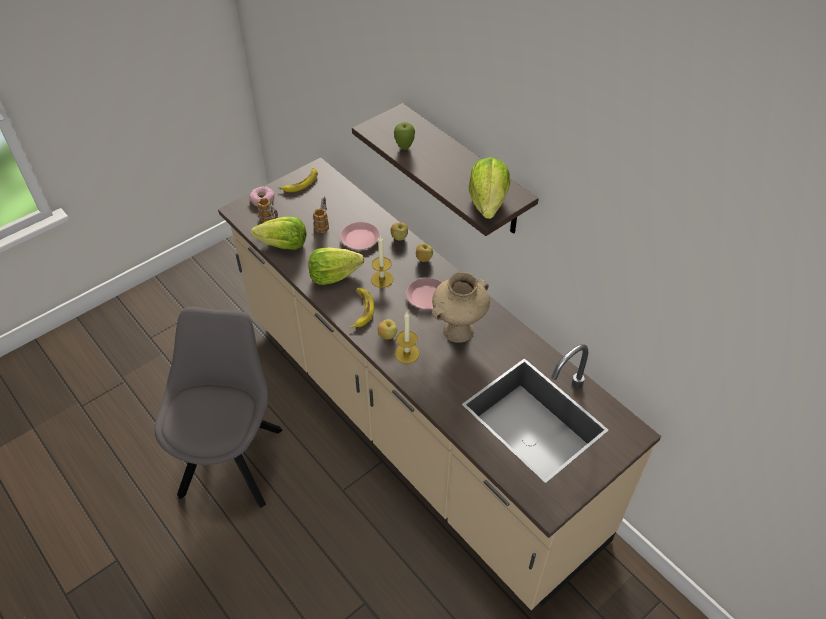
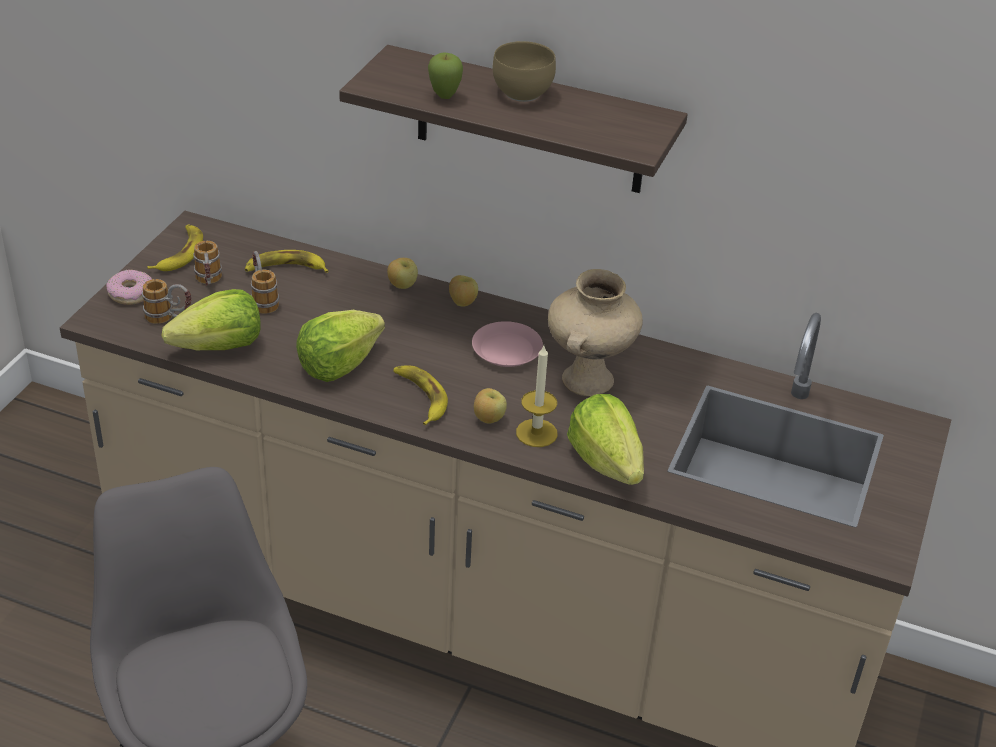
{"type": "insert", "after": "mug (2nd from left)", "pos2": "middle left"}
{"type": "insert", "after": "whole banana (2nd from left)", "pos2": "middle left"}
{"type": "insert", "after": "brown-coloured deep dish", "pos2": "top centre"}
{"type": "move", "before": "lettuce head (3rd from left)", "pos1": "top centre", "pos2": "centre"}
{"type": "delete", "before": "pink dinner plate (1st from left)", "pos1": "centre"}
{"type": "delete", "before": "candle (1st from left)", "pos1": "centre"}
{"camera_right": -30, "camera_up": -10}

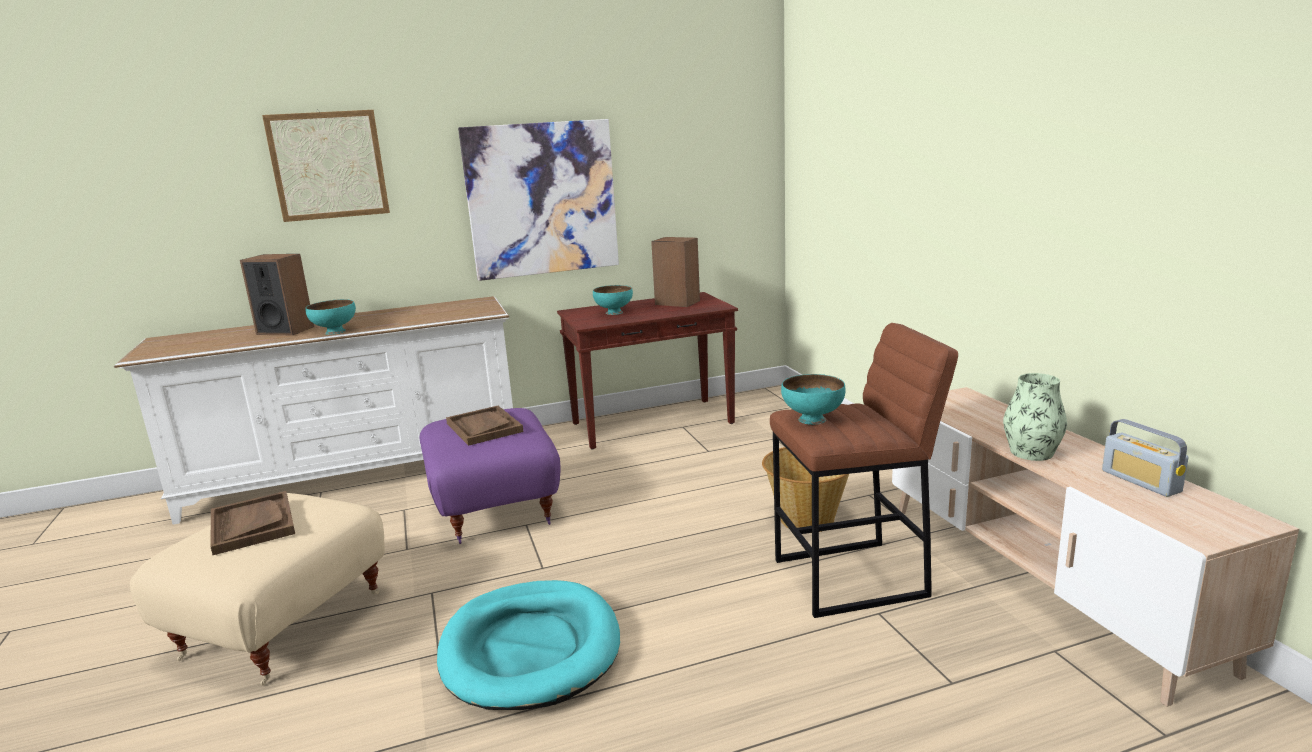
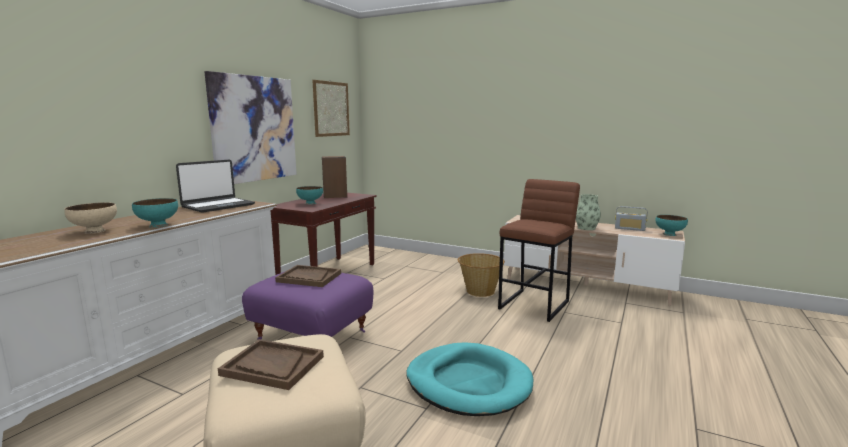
{"type": "replace", "before": "loudspeaker (1st from left)", "after": "beige-coloured deep dish", "pos1": "middle left", "pos2": "middle left"}
{"type": "insert", "after": "portable computer", "pos2": "middle left"}
{"type": "move", "before": "wall picture (1st from left in the first image)", "after": "wall picture (2nd from left)", "pos1": "top left", "pos2": "top centre"}
{"type": "move", "before": "blue-green deep dish (3rd from left)", "pos1": "centre", "pos2": "middle right"}
{"camera_right": -45, "camera_up": -5}

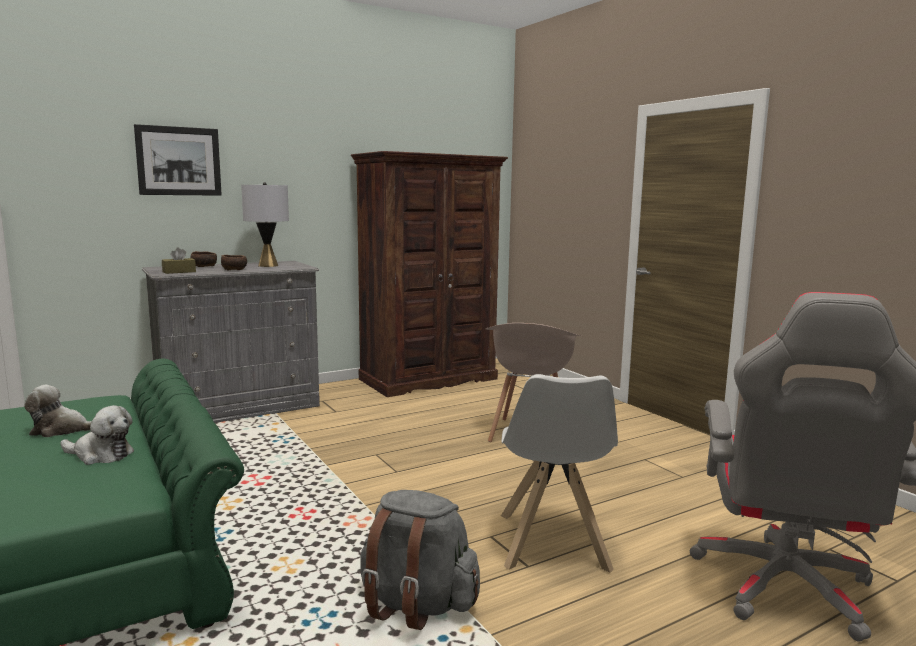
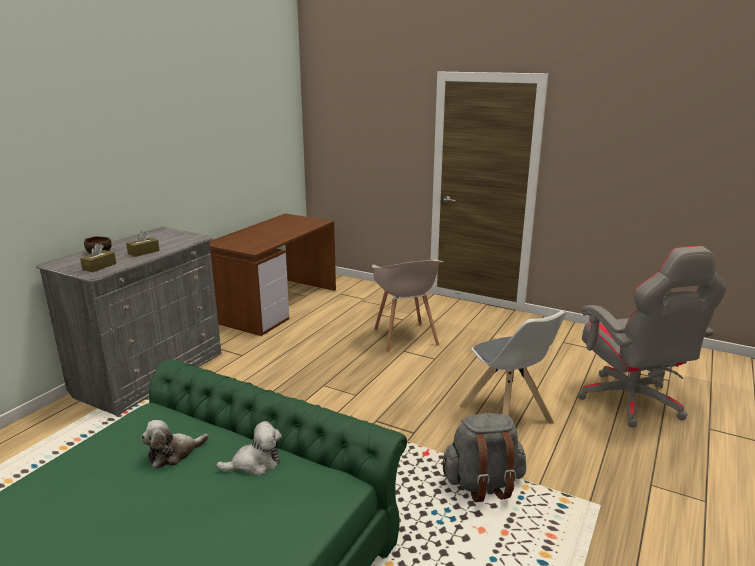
{"type": "replace", "before": "brown-coloured deep dish (2nd from left)", "after": "brown-coloured tissue box (2nd from left)", "pos1": "middle left", "pos2": "middle left"}
{"type": "replace", "before": "brown-coloured wardrobe", "after": "brown-coloured desk", "pos1": "centre", "pos2": "centre"}
{"type": "delete", "before": "wall picture", "pos1": "top left"}
{"type": "delete", "before": "gray table lamp", "pos1": "middle left"}
{"camera_right": -30, "camera_up": 10}

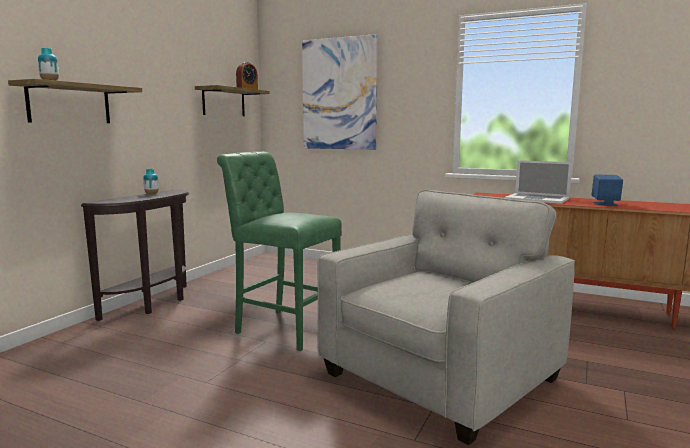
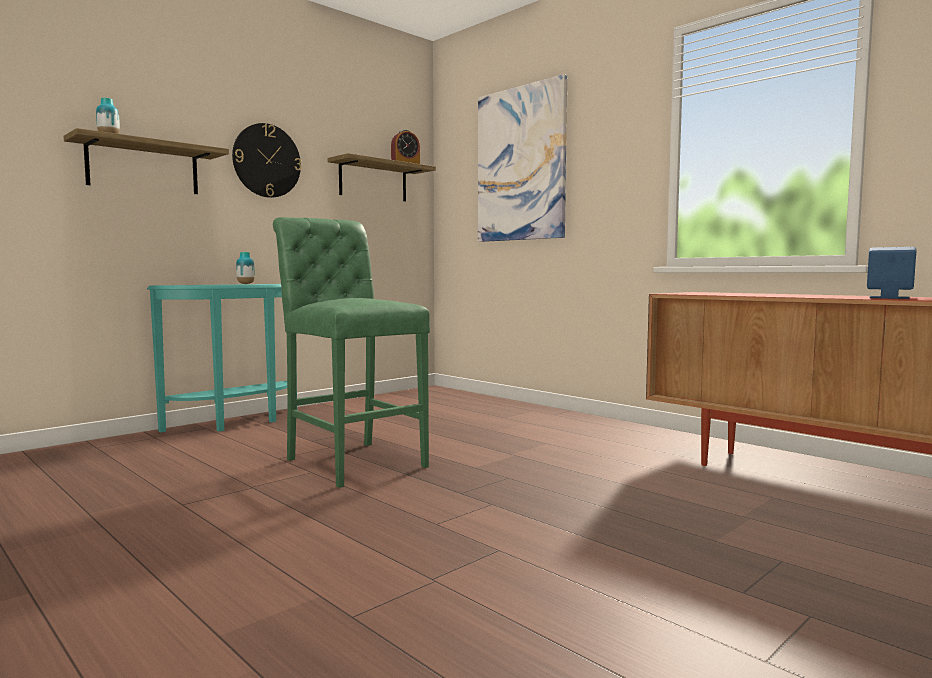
{"type": "recolor", "before": "brown-coloured hall table", "after": "blue-green hall table", "pos1": "middle left", "pos2": "middle left"}
{"type": "insert", "after": "hanging clock", "pos2": "top left"}
{"type": "delete", "before": "gray armchair", "pos1": "bottom centre"}
{"type": "delete", "before": "portable computer", "pos1": "middle right"}
{"camera_right": 20, "camera_up": -5}

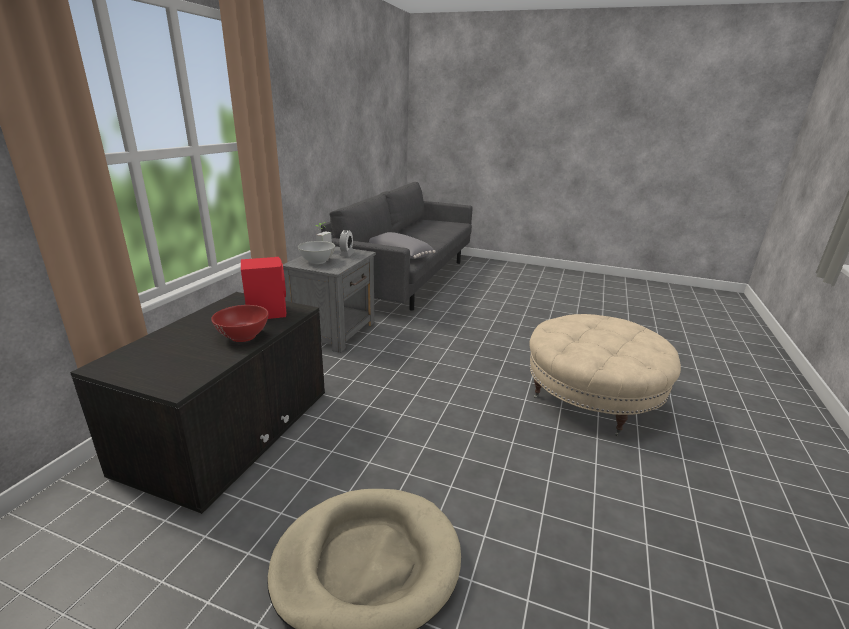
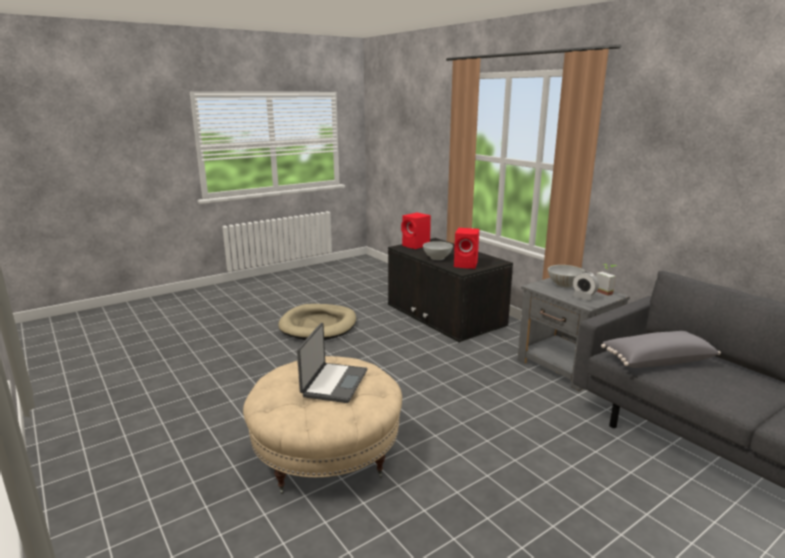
{"type": "insert", "after": "portable computer", "pos2": "centre"}
{"type": "insert", "after": "red loudspeaker (1st from left)", "pos2": "centre"}
{"type": "recolor", "before": "red deep dish", "after": "white deep dish (1st from left)", "pos1": "middle left", "pos2": "centre"}
{"camera_right": 125, "camera_up": -5}

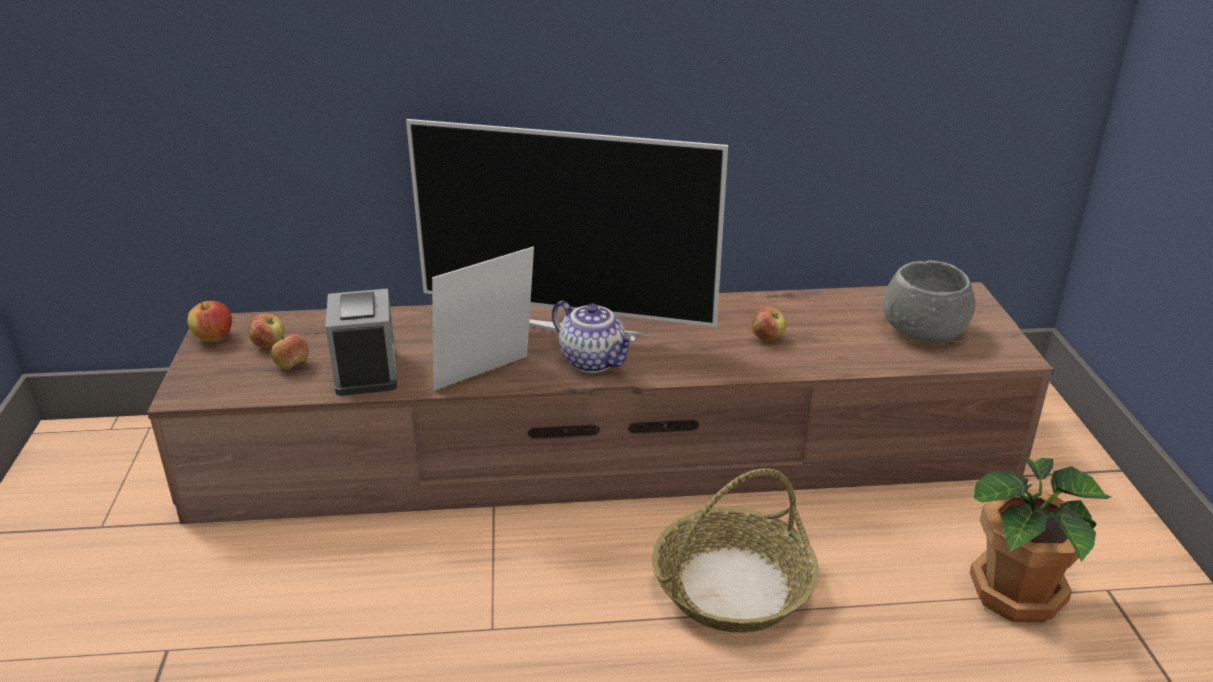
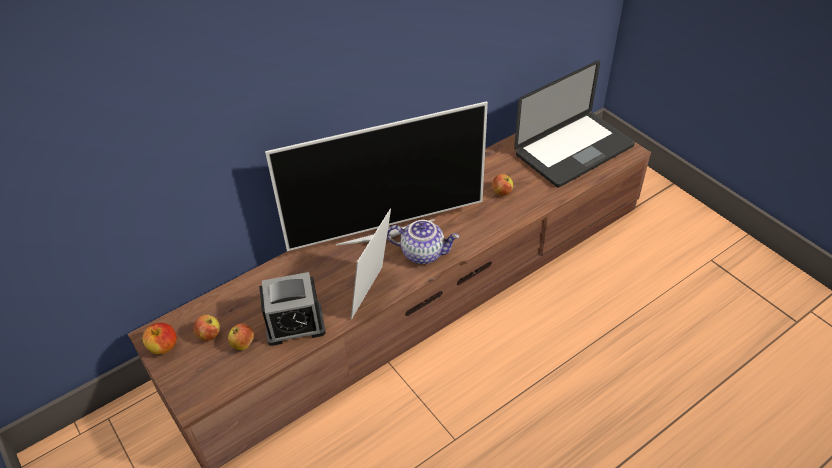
{"type": "rotate", "before": "alarm clock", "pos1": "middle left", "pos2": "centre", "turn": 120}
{"type": "replace", "before": "gray deep dish", "after": "portable computer", "pos1": "middle right", "pos2": "top right"}
{"type": "delete", "before": "storage basket", "pos1": "bottom centre"}
{"type": "delete", "before": "houseplant", "pos1": "bottom right"}
{"camera_right": -30, "camera_up": 15}

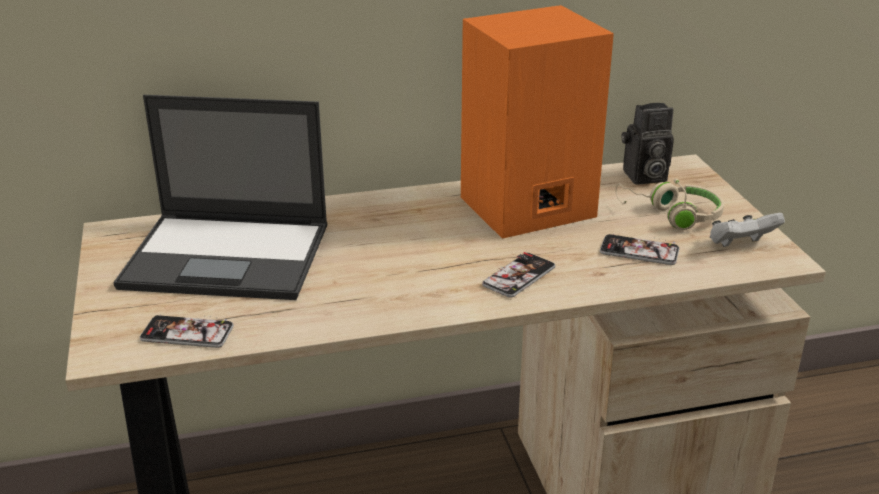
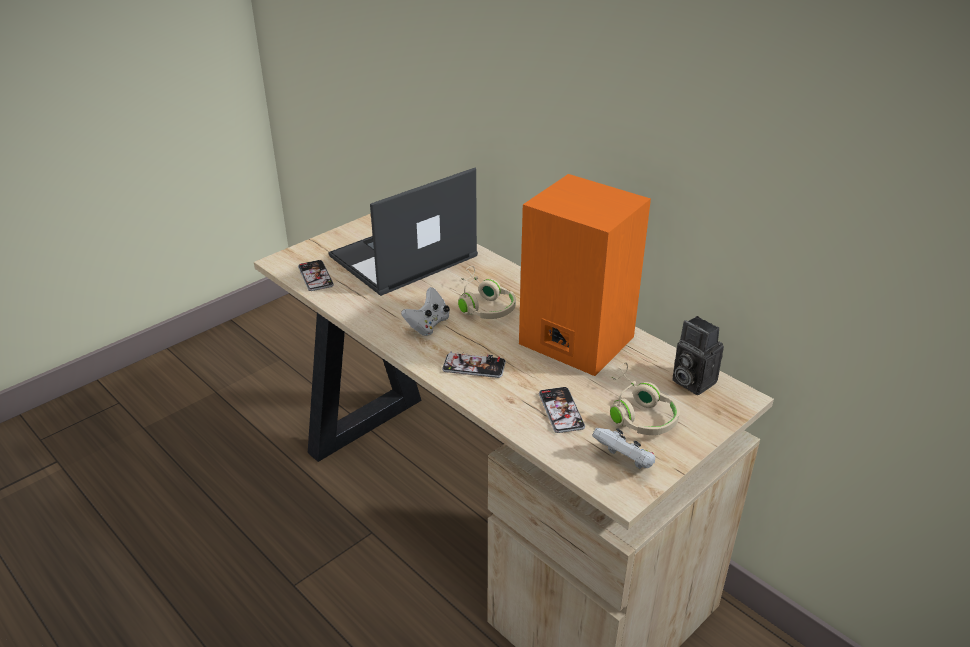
{"type": "rotate", "before": "portable computer", "pos1": "middle left", "pos2": "centre", "turn": 75}
{"type": "insert", "after": "white joypad (1st from left)", "pos2": "centre"}
{"type": "insert", "after": "beige-coloured headset (1st from left)", "pos2": "centre"}
{"camera_right": 60, "camera_up": 5}

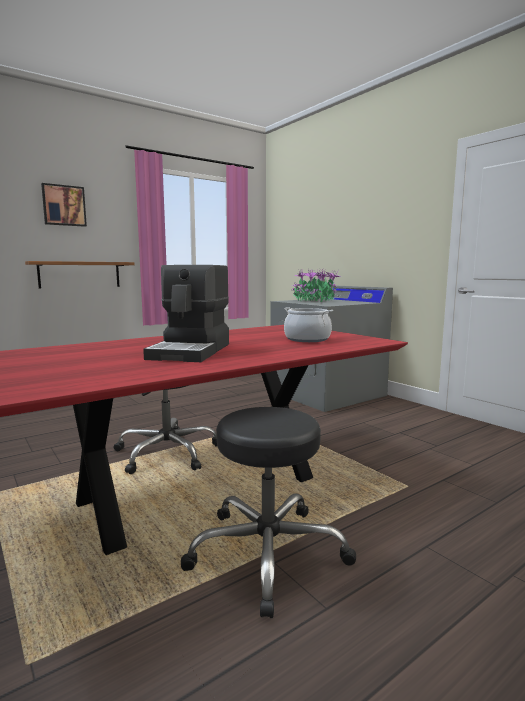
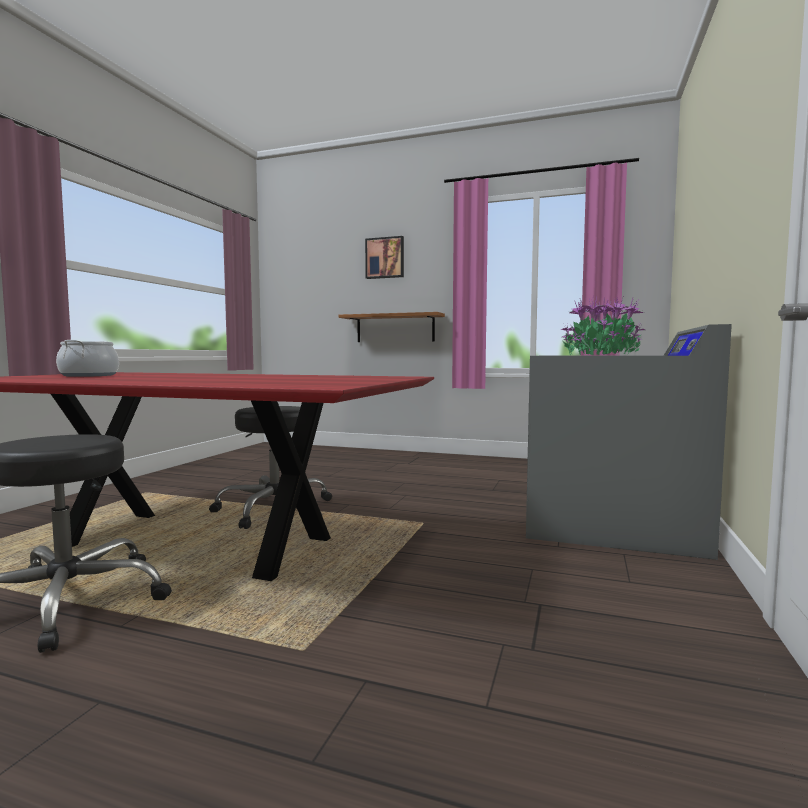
{"type": "move", "before": "stockpot", "pos1": "centre", "pos2": "middle left"}
{"type": "delete", "before": "coffee brewer", "pos1": "centre"}
{"camera_right": 55, "camera_up": -5}

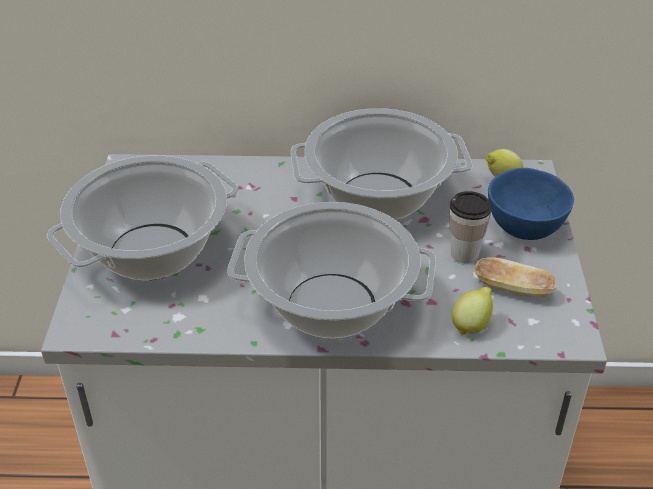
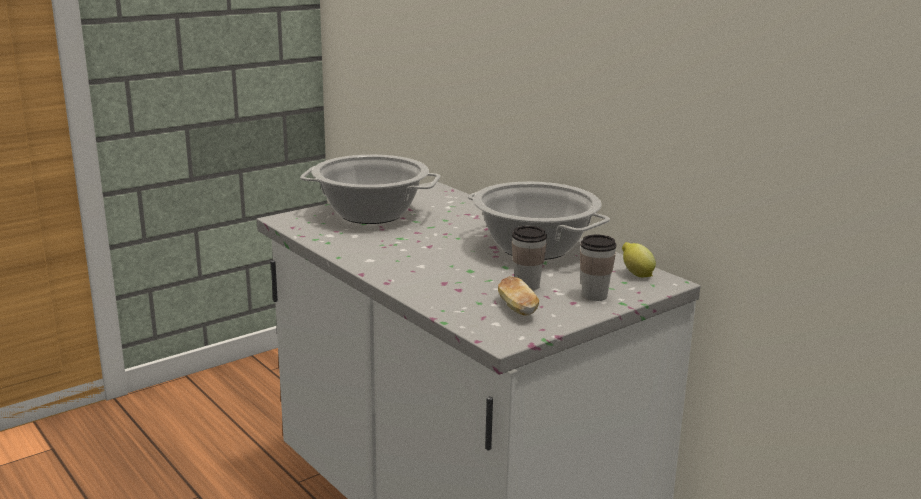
{"type": "replace", "before": "blue deep dish", "after": "cup (2nd from left)", "pos1": "middle right", "pos2": "centre"}
{"type": "delete", "before": "stockpot (2nd from left)", "pos1": "centre"}
{"type": "delete", "before": "lemon (1st from left)", "pos1": "middle right"}
{"camera_right": 50, "camera_up": -20}

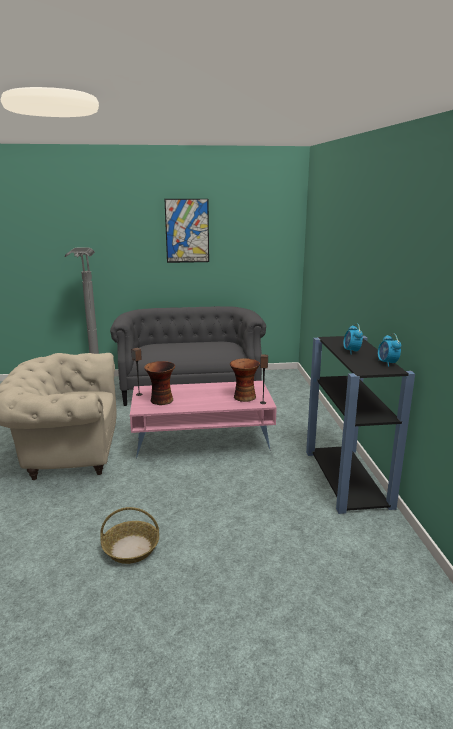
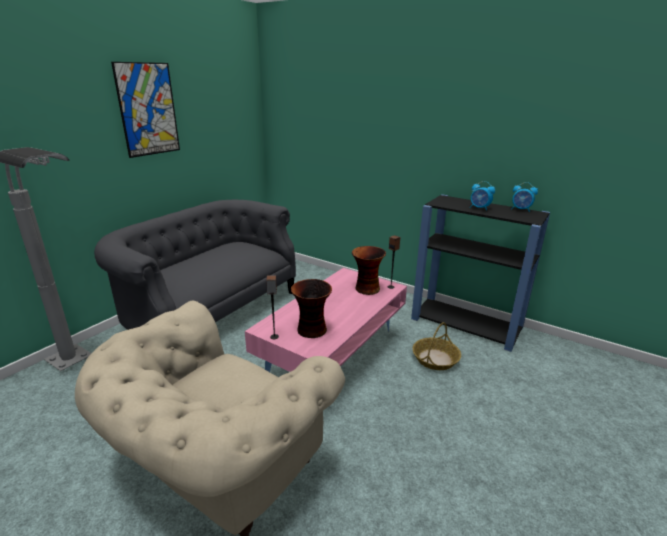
{"type": "move", "before": "storage basket", "pos1": "bottom left", "pos2": "centre"}
{"camera_right": -50, "camera_up": 5}

